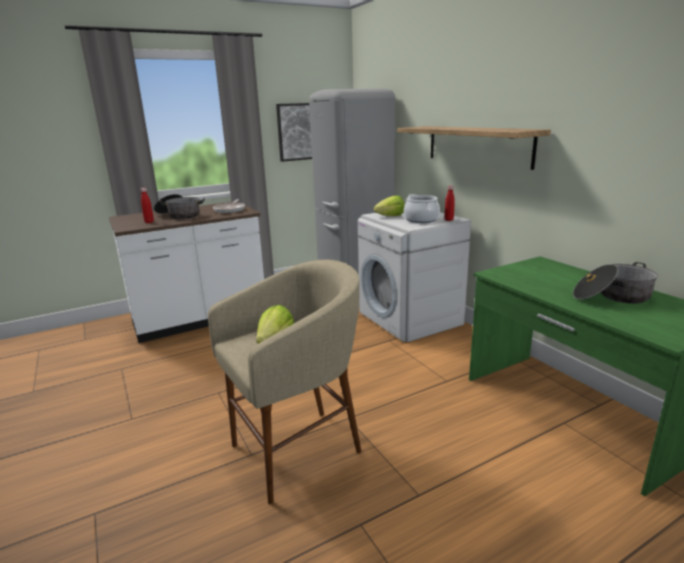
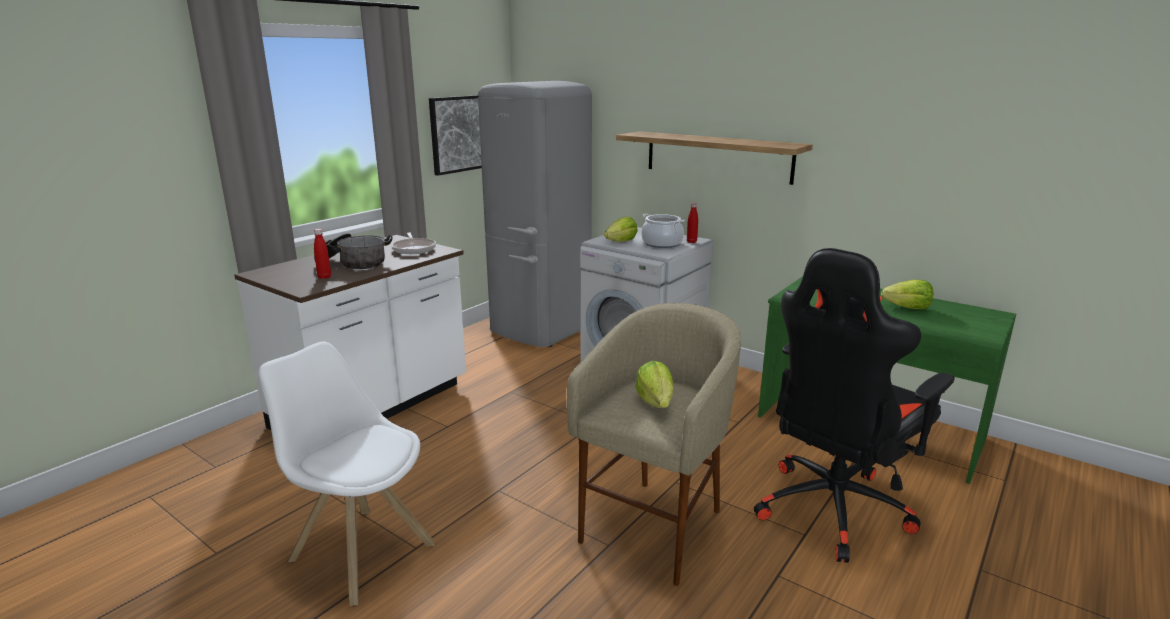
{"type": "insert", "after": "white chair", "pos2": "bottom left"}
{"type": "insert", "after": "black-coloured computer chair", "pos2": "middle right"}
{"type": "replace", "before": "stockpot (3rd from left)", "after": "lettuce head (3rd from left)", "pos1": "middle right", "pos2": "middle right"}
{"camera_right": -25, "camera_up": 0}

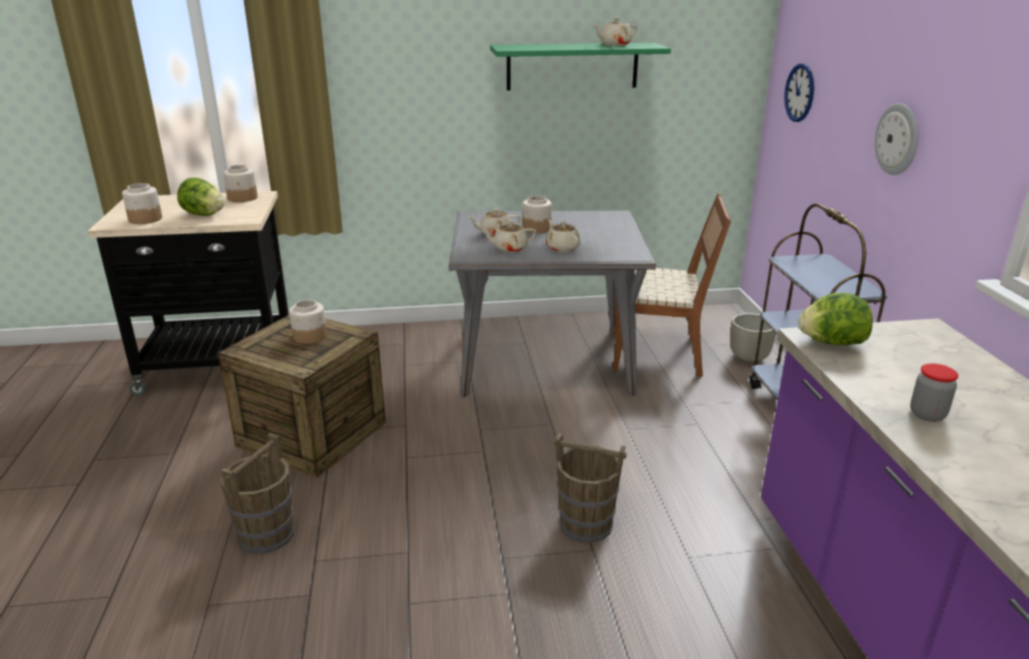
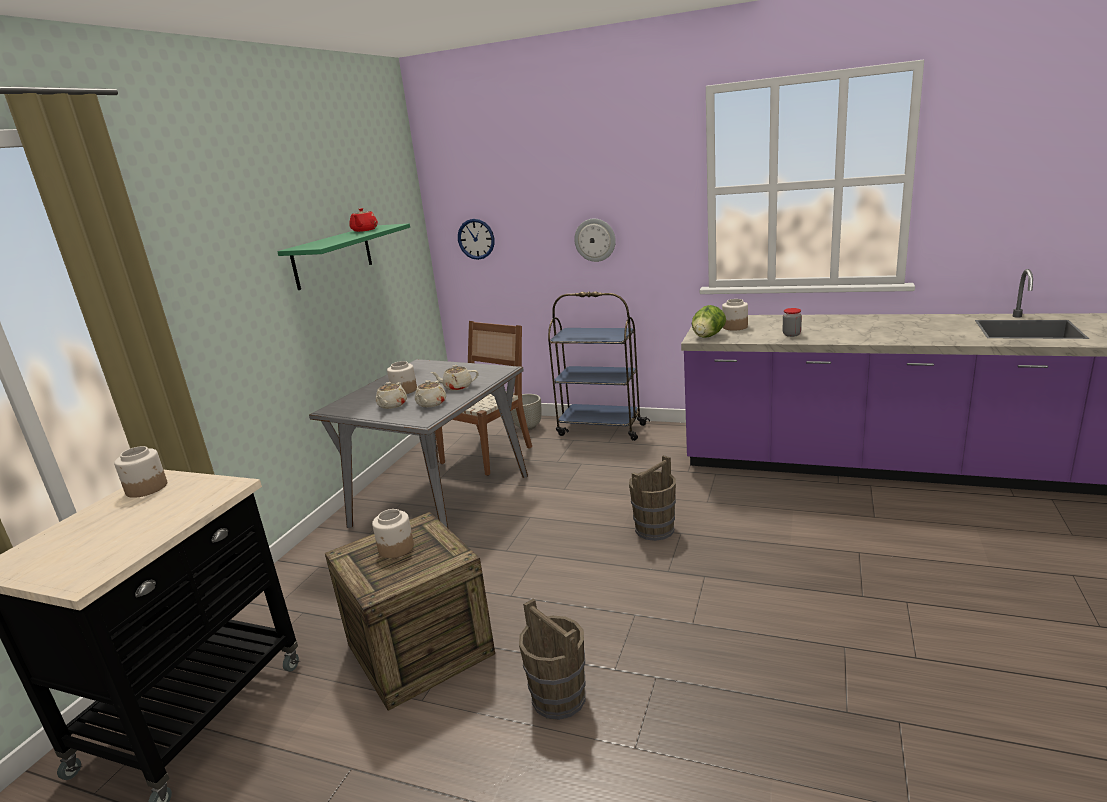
{"type": "recolor", "before": "beige-coloured pot for tea (4th from left)", "after": "red pot for tea", "pos1": "top centre", "pos2": "top left"}
{"type": "move", "before": "storage jar (1st from left in the first image)", "after": "storage jar (4th from left)", "pos1": "top left", "pos2": "centre"}
{"type": "delete", "before": "lettuce head (1st from left)", "pos1": "top left"}
{"camera_right": -60, "camera_up": -5}

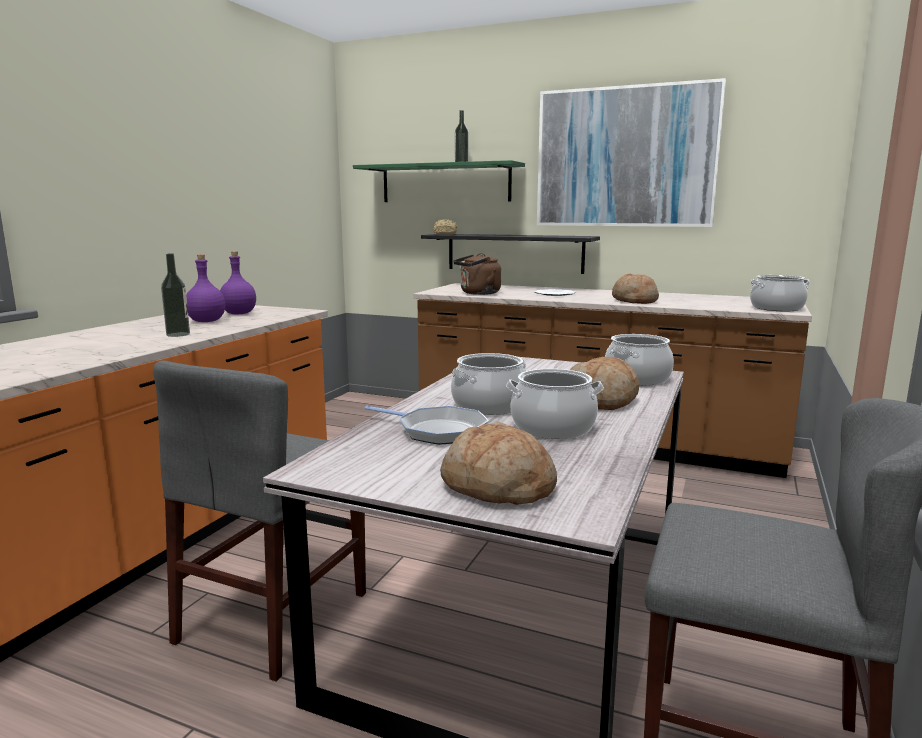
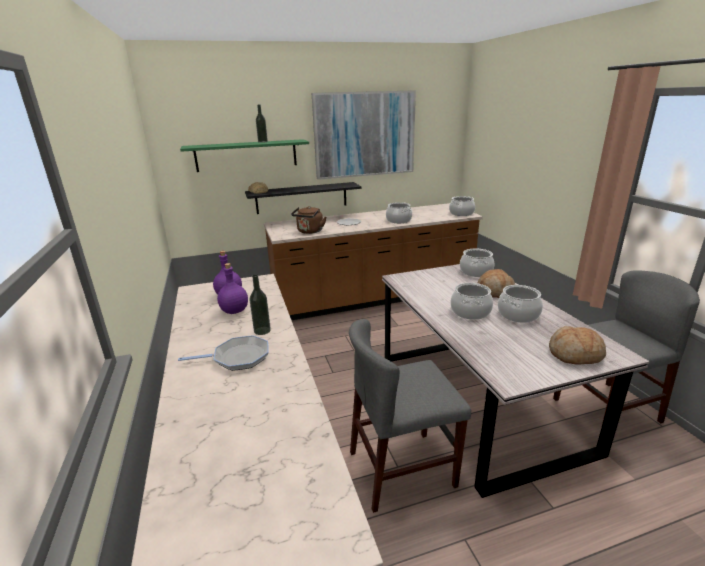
{"type": "move", "before": "frying pan", "pos1": "centre", "pos2": "middle left"}
{"type": "rotate", "before": "gray chair (1st from left)", "pos1": "bottom left", "pos2": "bottom centre", "turn": 90}
{"type": "replace", "before": "bakery bread (4th from left)", "after": "stockpot (1st from left)", "pos1": "middle right", "pos2": "centre"}
{"camera_right": -40, "camera_up": 10}

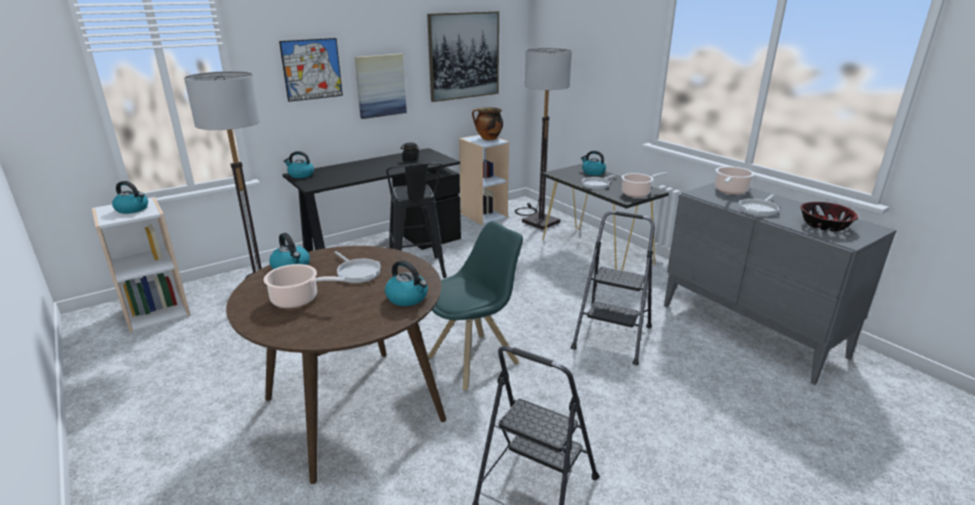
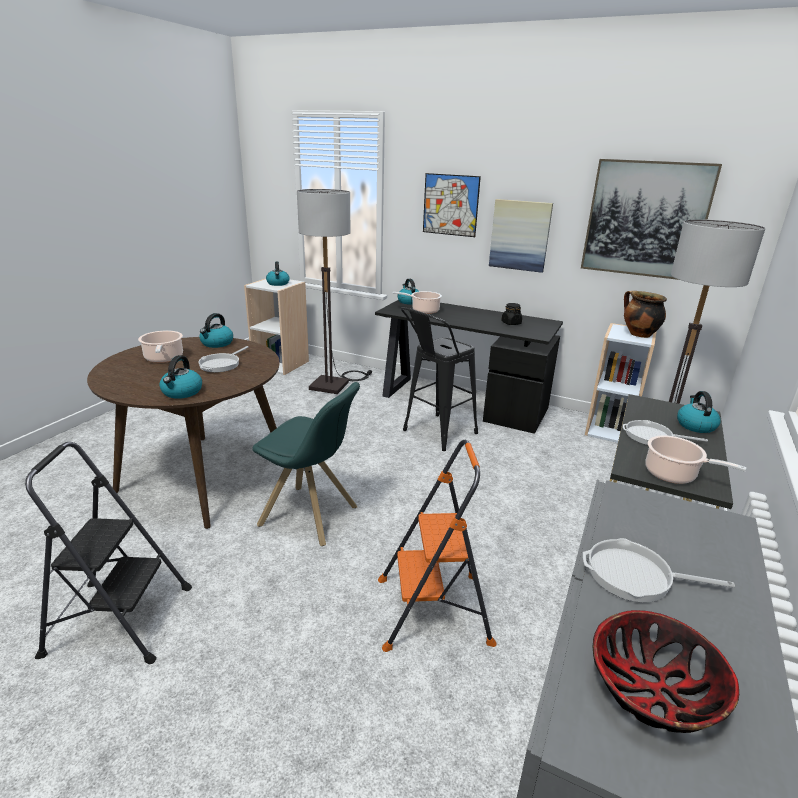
{"type": "recolor", "before": "black-coloured step stool (2nd from left)", "after": "orange-coloured step stool", "pos1": "centre", "pos2": "bottom centre"}
{"type": "move", "before": "stockpot (4th from left in the first image)", "after": "stockpot (2nd from left)", "pos1": "middle right", "pos2": "centre"}
{"camera_right": 60, "camera_up": 0}

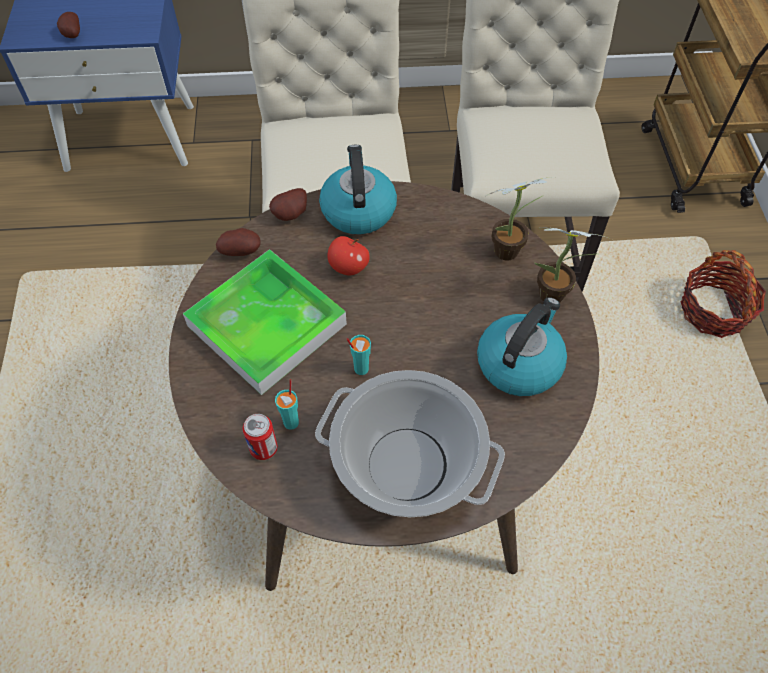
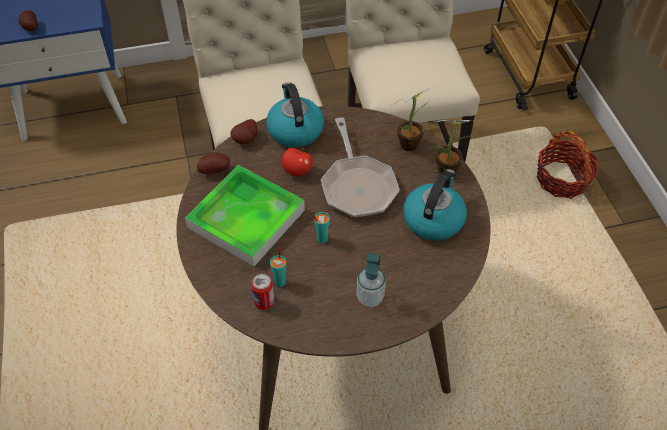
{"type": "insert", "after": "frying pan", "pos2": "centre"}
{"type": "replace", "before": "stockpot", "after": "soap dispenser", "pos1": "centre", "pos2": "centre"}
{"camera_right": -10, "camera_up": -5}

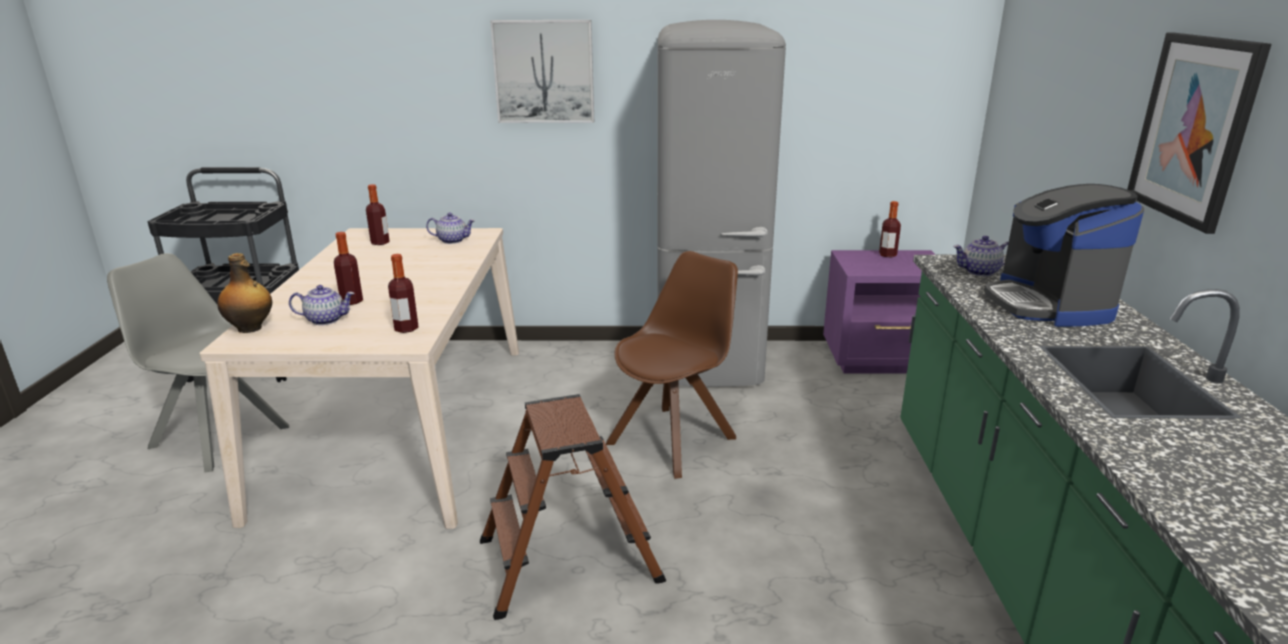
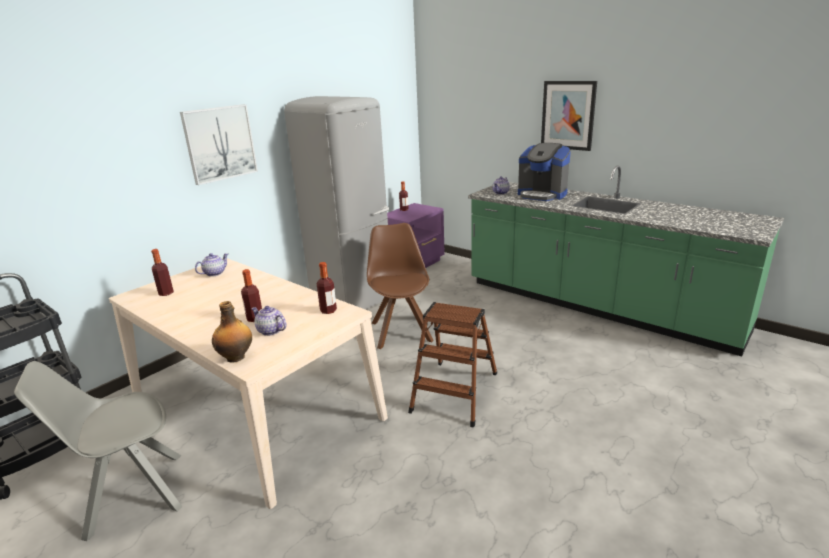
{"type": "rotate", "before": "pot for tea (1st from left in the first image)", "pos1": "middle left", "pos2": "middle left", "turn": -90}
{"camera_right": -50, "camera_up": 0}

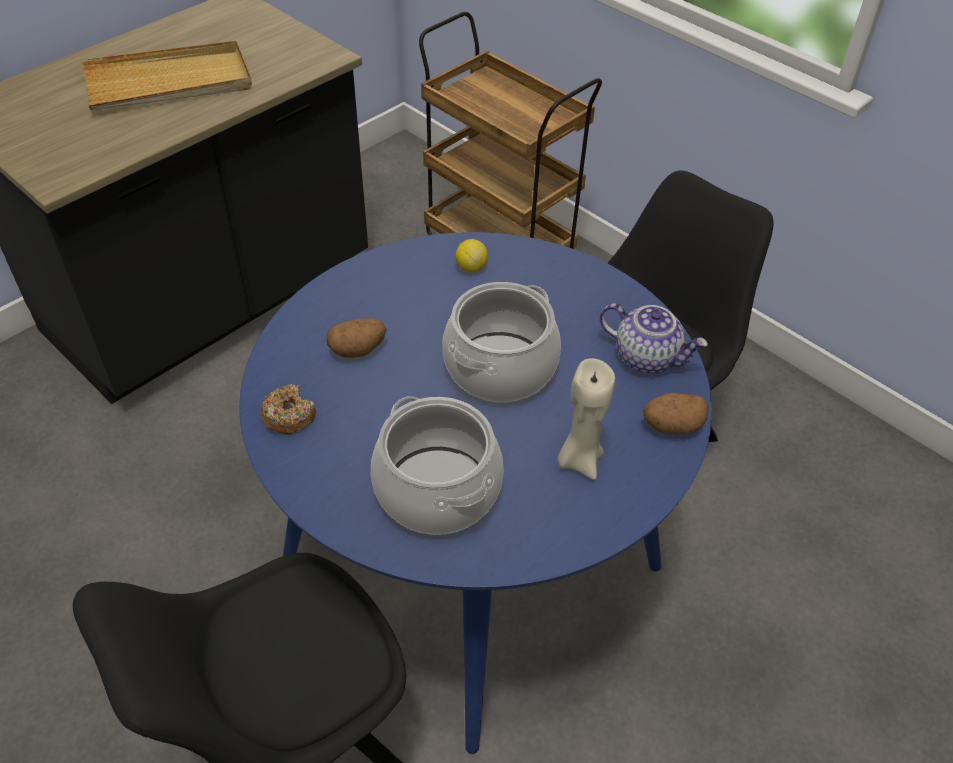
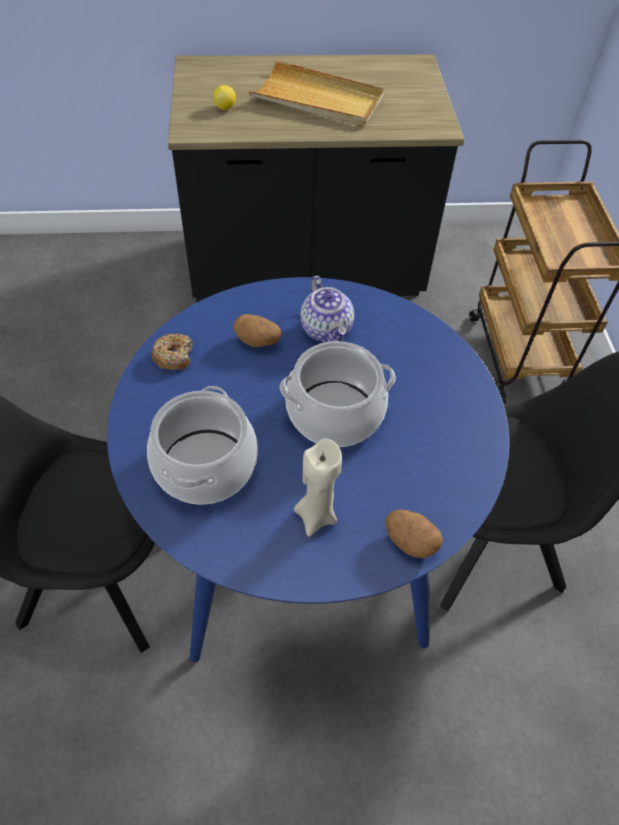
{"type": "move", "before": "lemon", "pos1": "centre", "pos2": "top centre"}
{"type": "move", "before": "pot for tea", "pos1": "middle right", "pos2": "centre"}
{"camera_right": 40, "camera_up": 5}

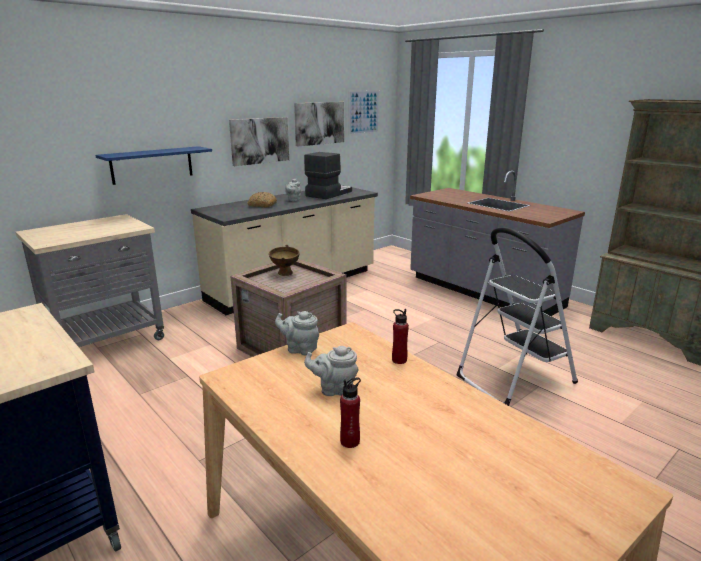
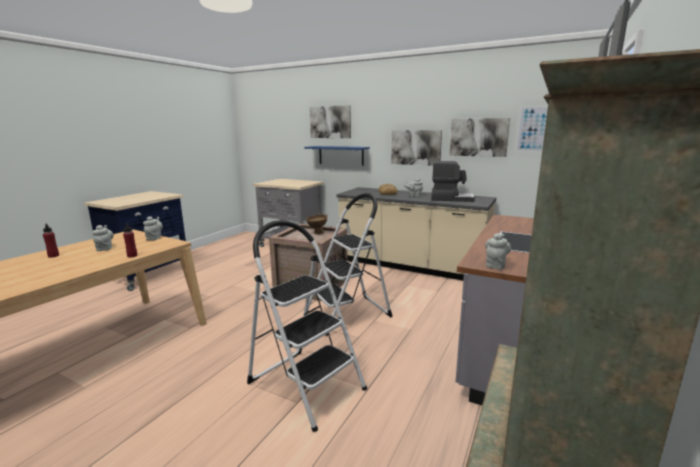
{"type": "insert", "after": "step stool (2nd from left)", "pos2": "centre"}
{"type": "insert", "after": "wall picture (1st from left)", "pos2": "top centre"}
{"type": "insert", "after": "gray pot for tea (4th from left)", "pos2": "middle right"}
{"camera_right": 70, "camera_up": -5}

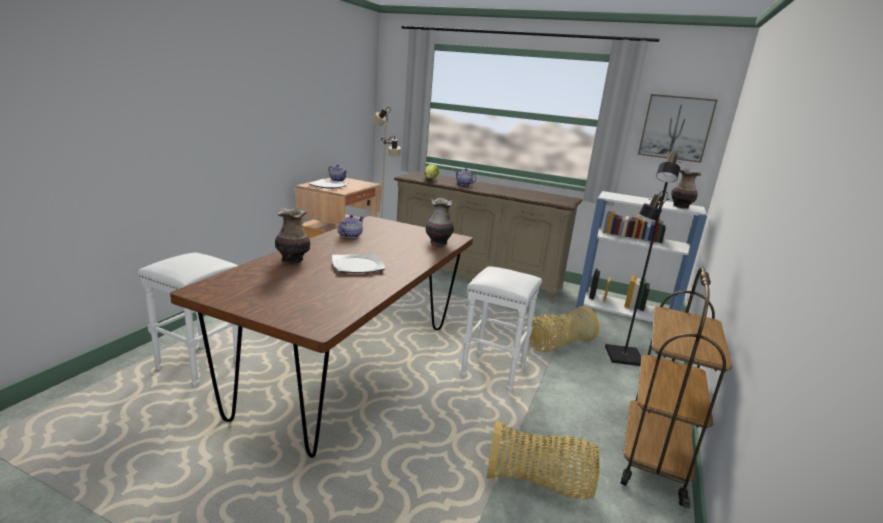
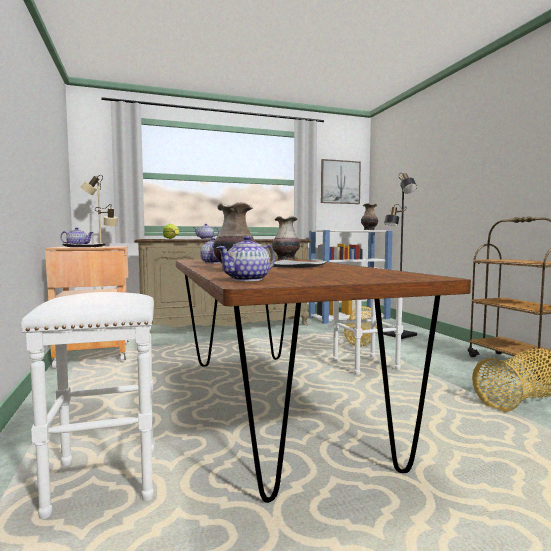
{"type": "insert", "after": "pot for tea (4th from left)", "pos2": "centre"}
{"camera_right": -40, "camera_up": -15}

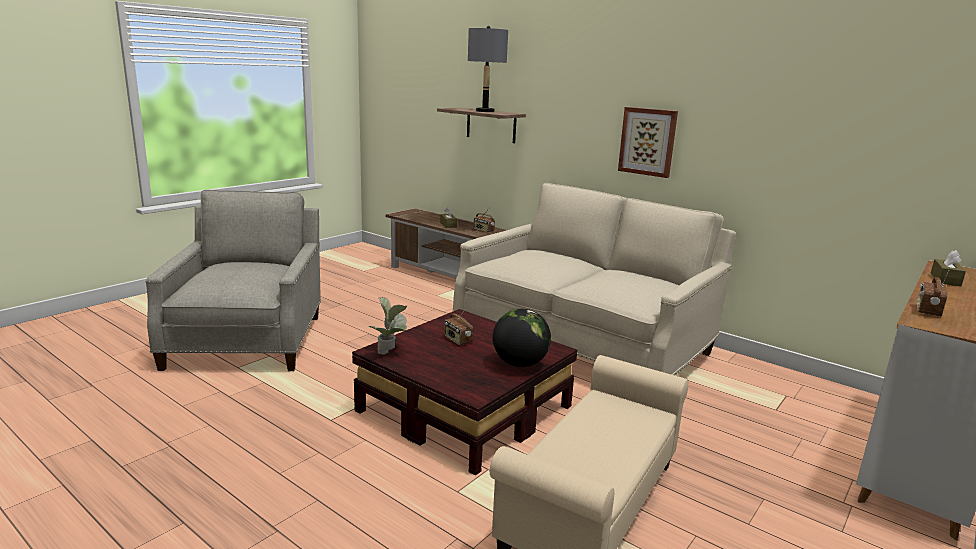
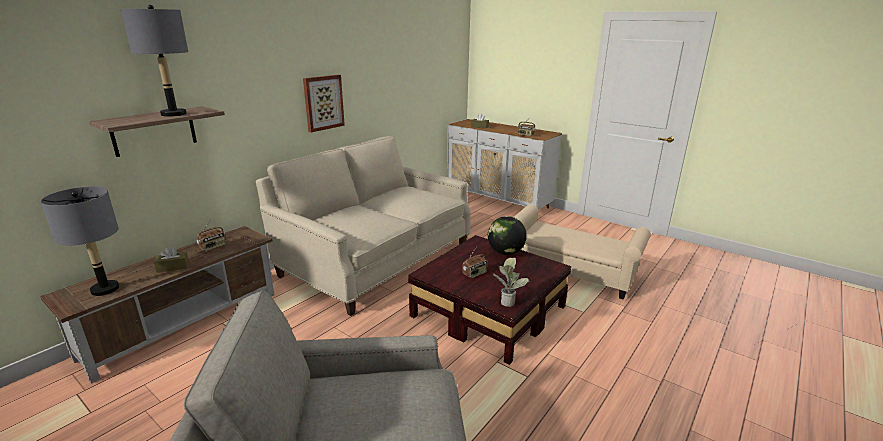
{"type": "insert", "after": "gray table lamp (1st from left)", "pos2": "middle left"}
{"camera_right": -90, "camera_up": 5}

